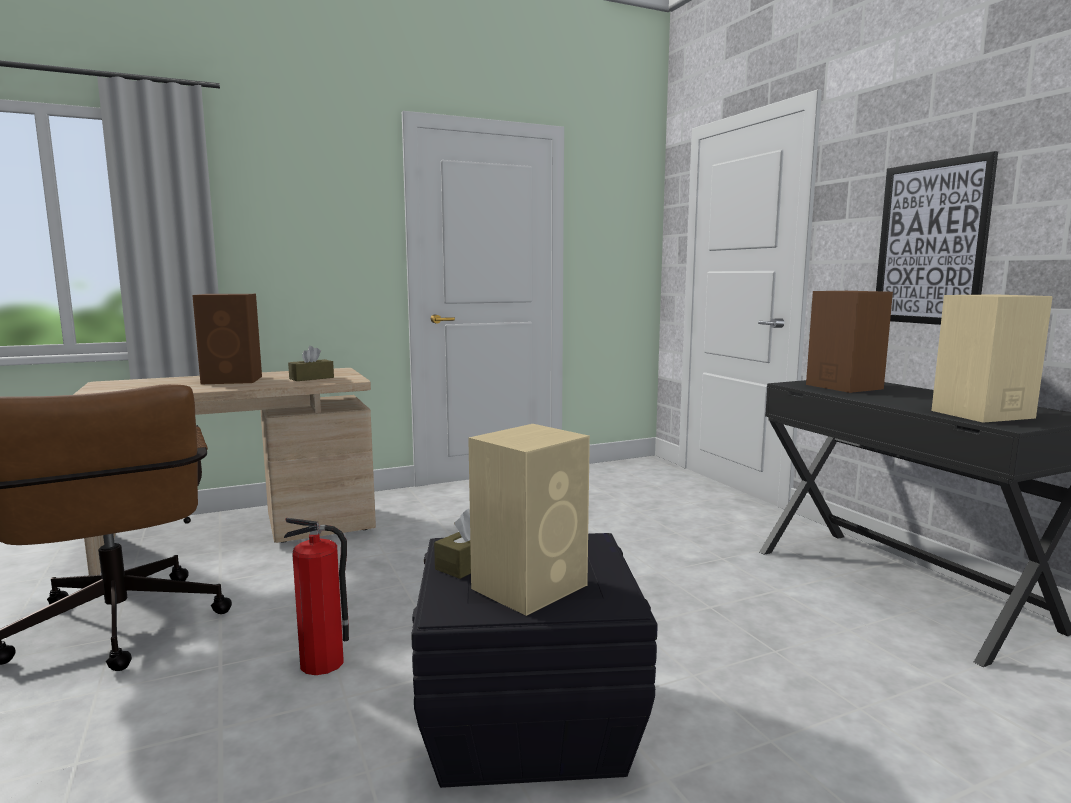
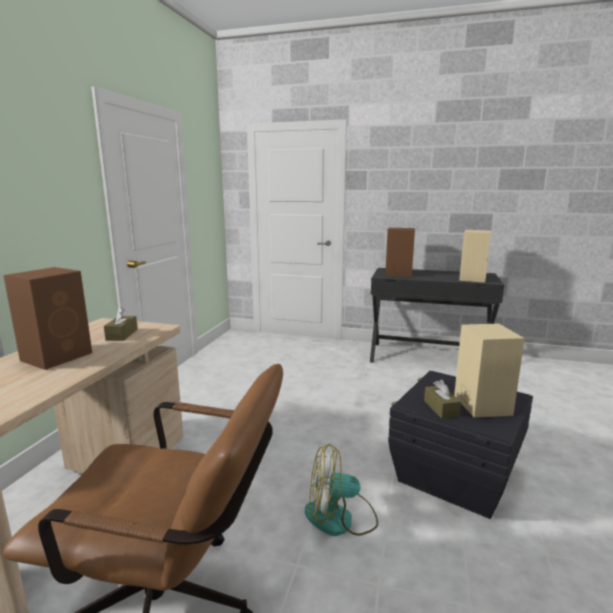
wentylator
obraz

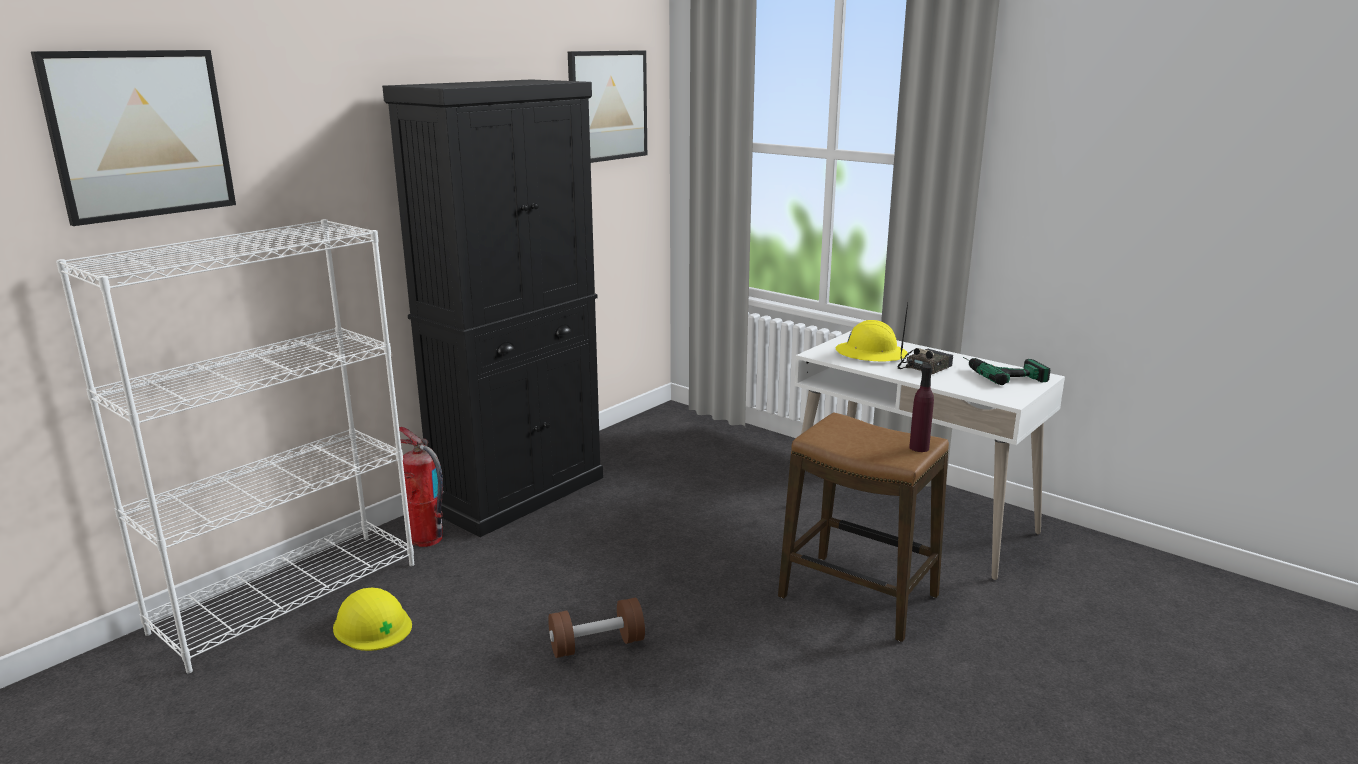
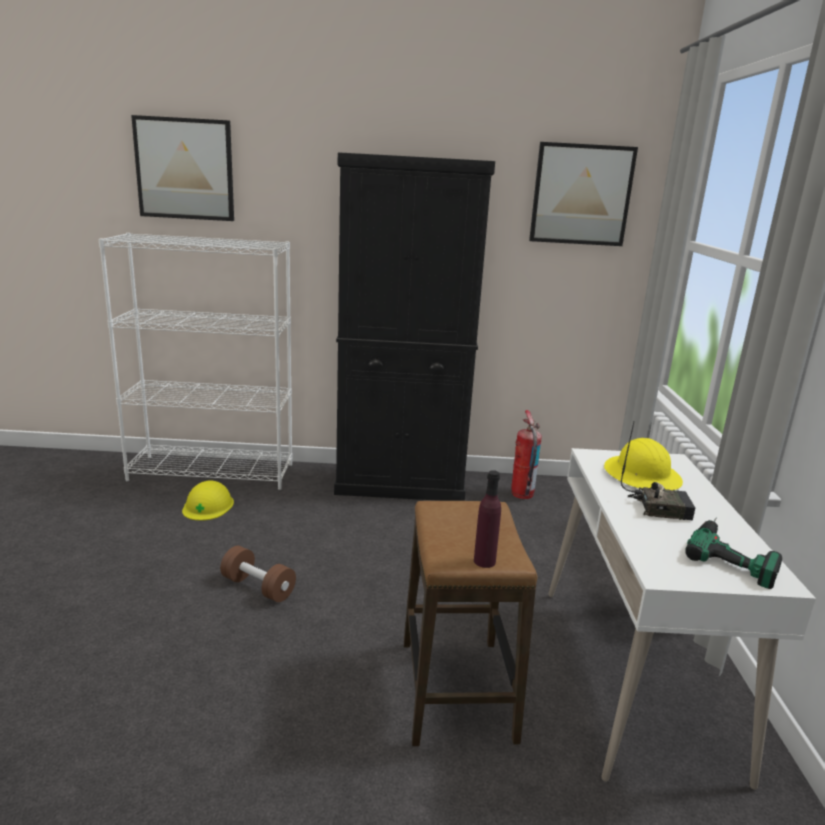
gaśnica

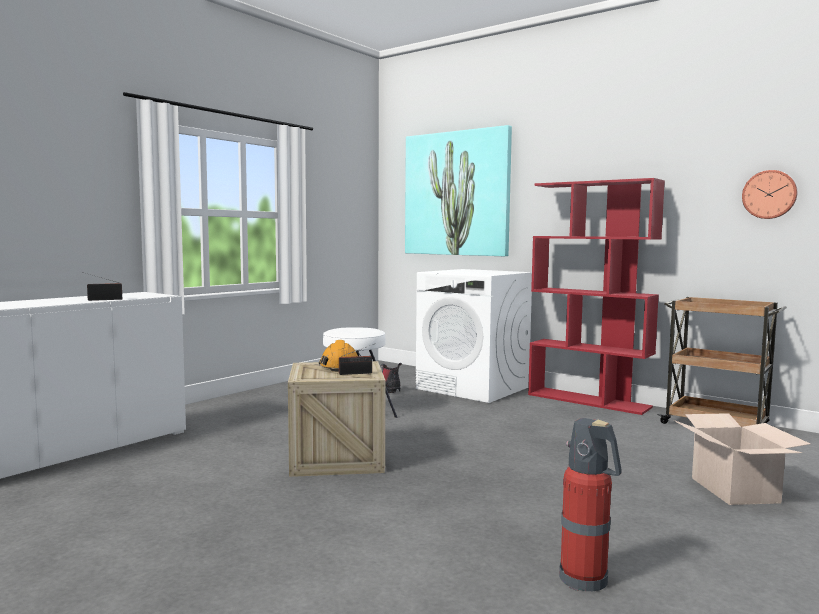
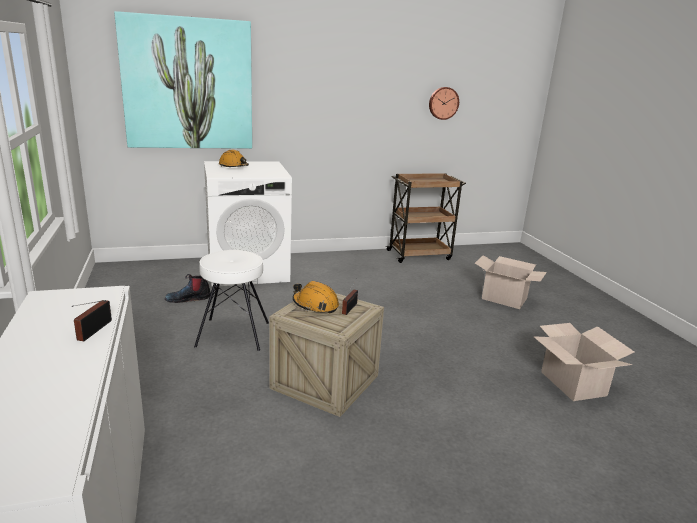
regał (czerwony)
karton (2nd from left)
kask (pomarańczowy) (1st from left)

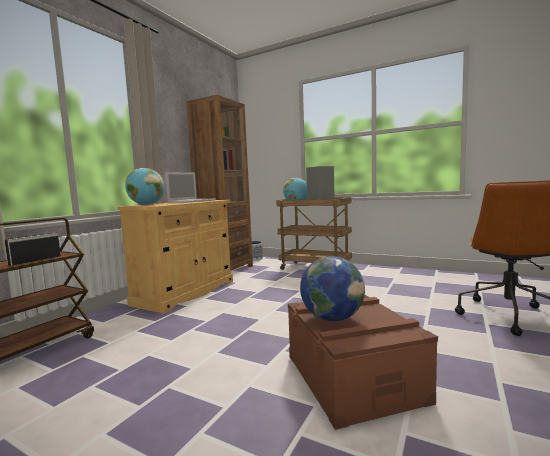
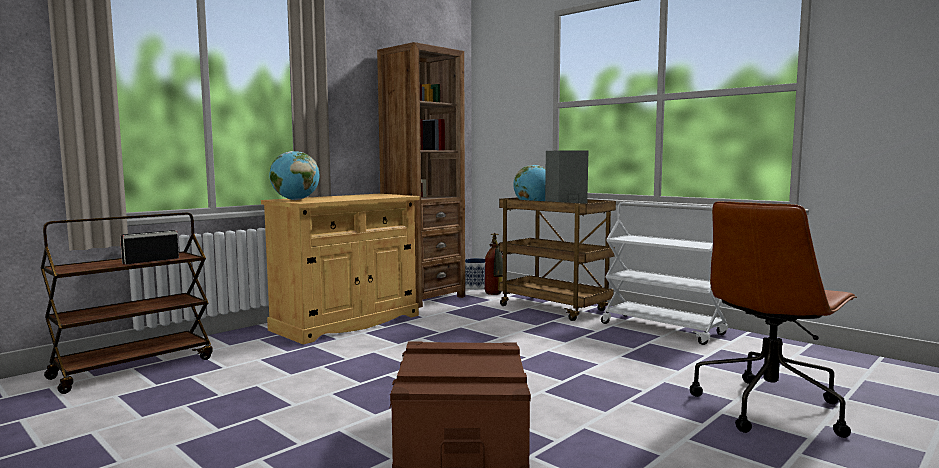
laptop
globus (3rd from left in the first image)
gaśnica
wózek (biały)

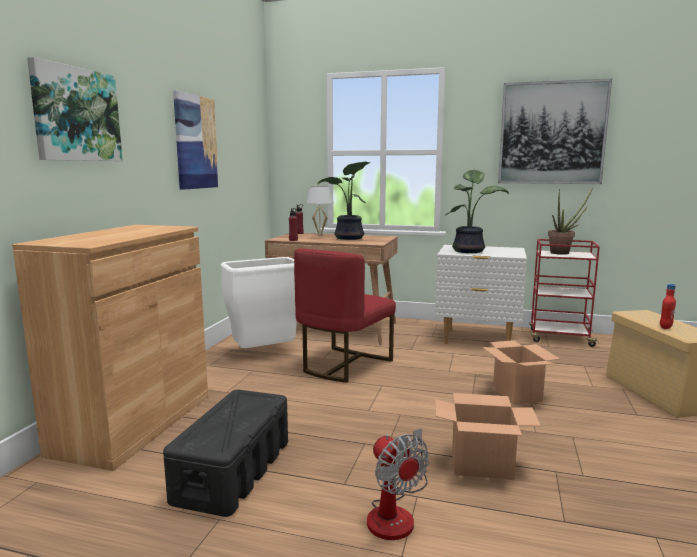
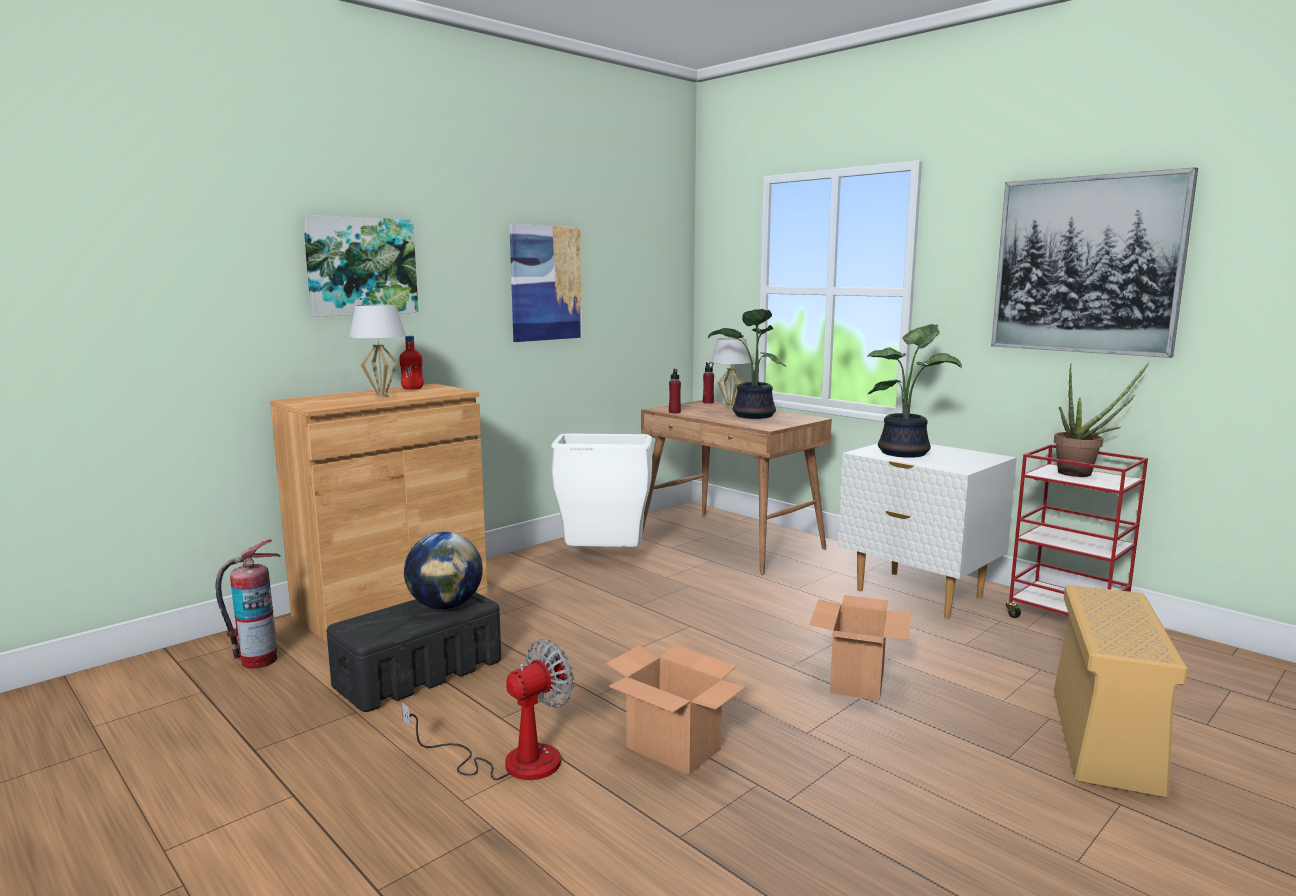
krzesło (czerwony)
wentylator
butelka (czerwony) (1st from left)
gaśnica
lampa stołowa (biały) (1st from left)
globus

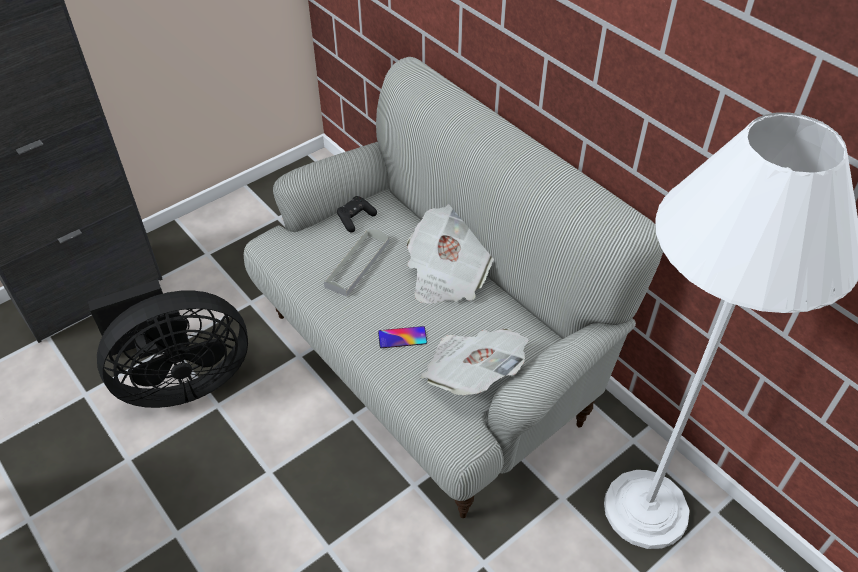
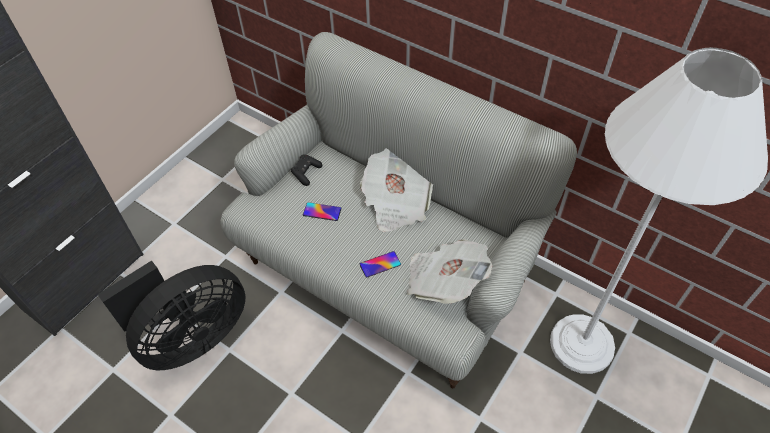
telefon (1st from left)

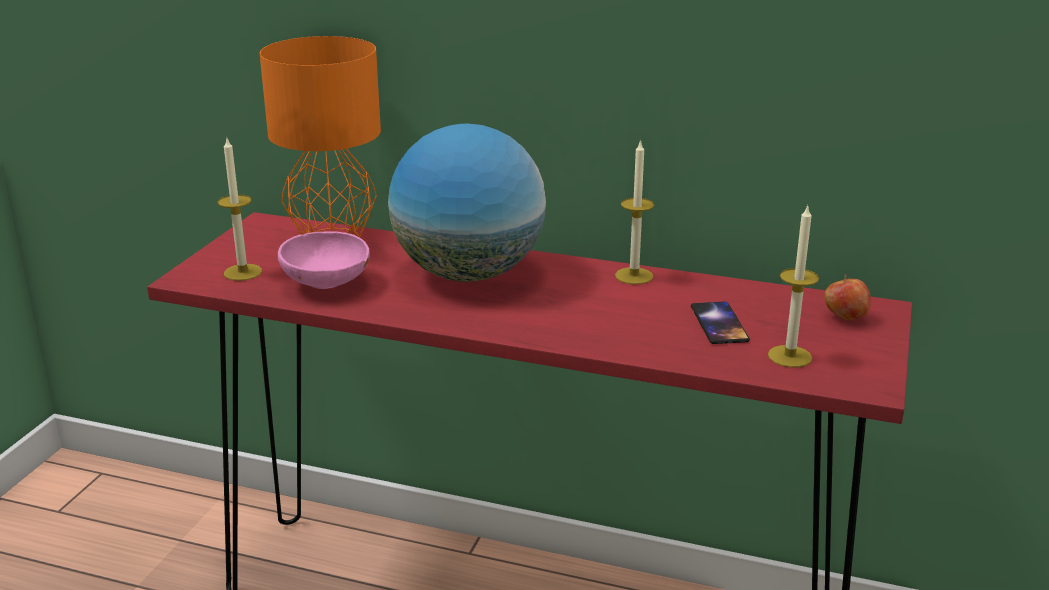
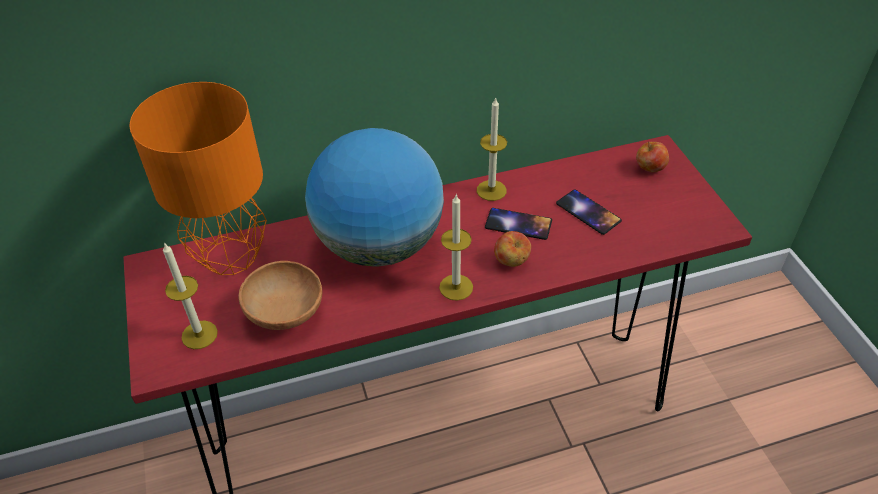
miska (brązowy)
świeca (2nd from left)
telefon (1st from left)
jabłko (1st from left)

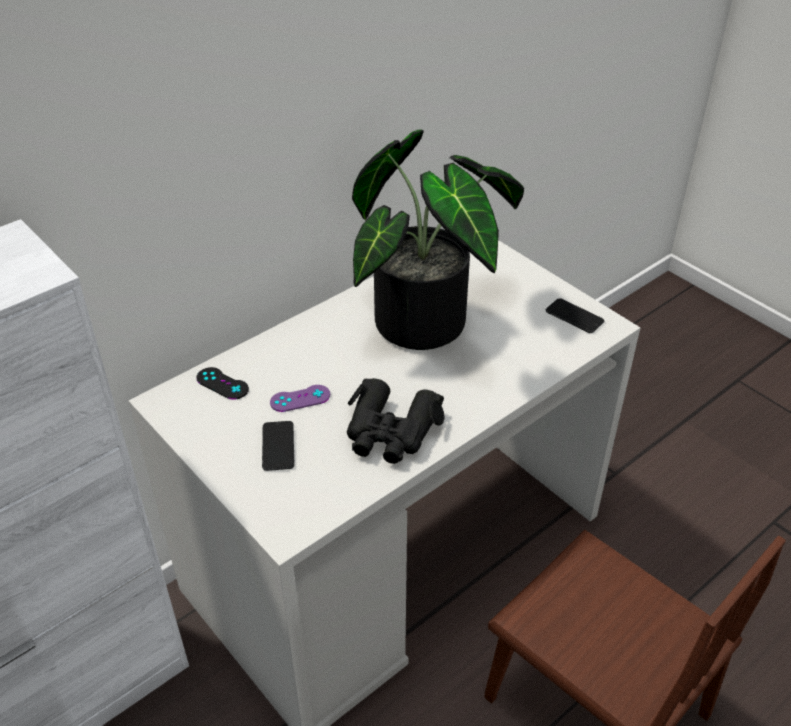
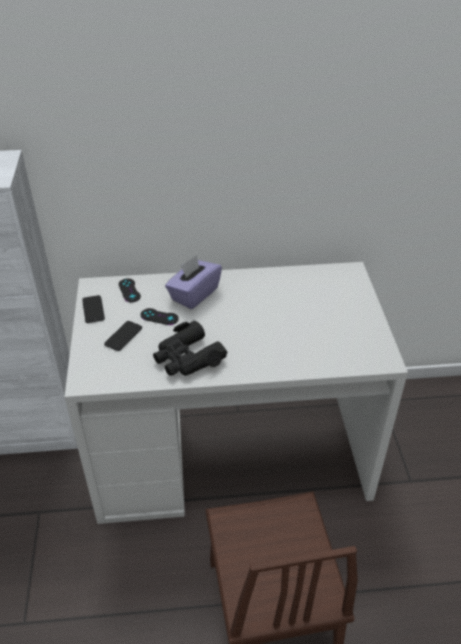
pad do gier (czarny) (2nd from left)
roślina doniczkowa
telefon (1st from left)
pudełko chusteczek (fioletowy)

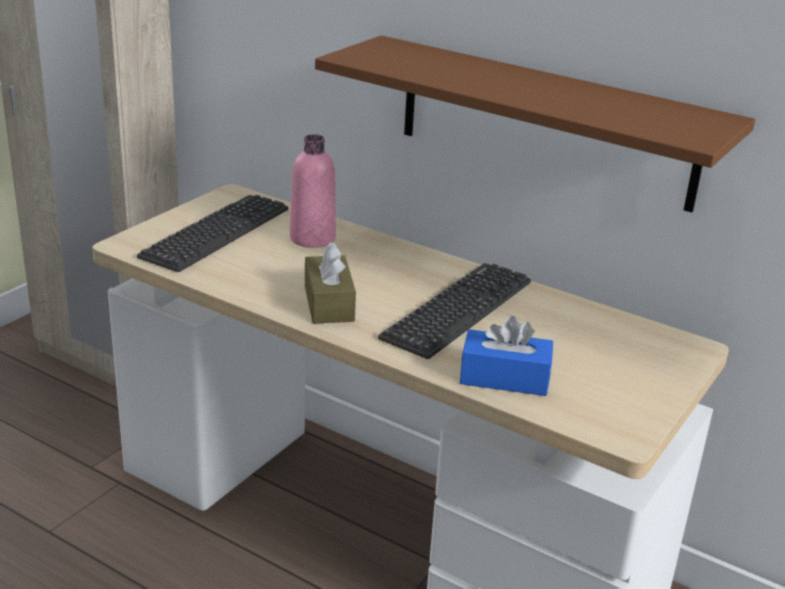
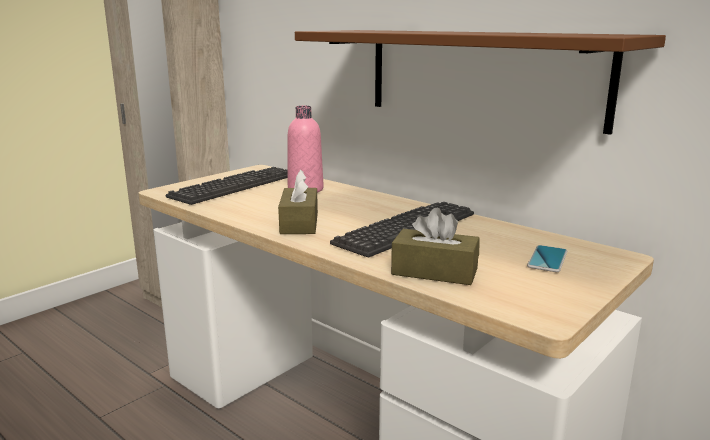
pudełko chusteczek (brązowy) (2nd from left)
telefon

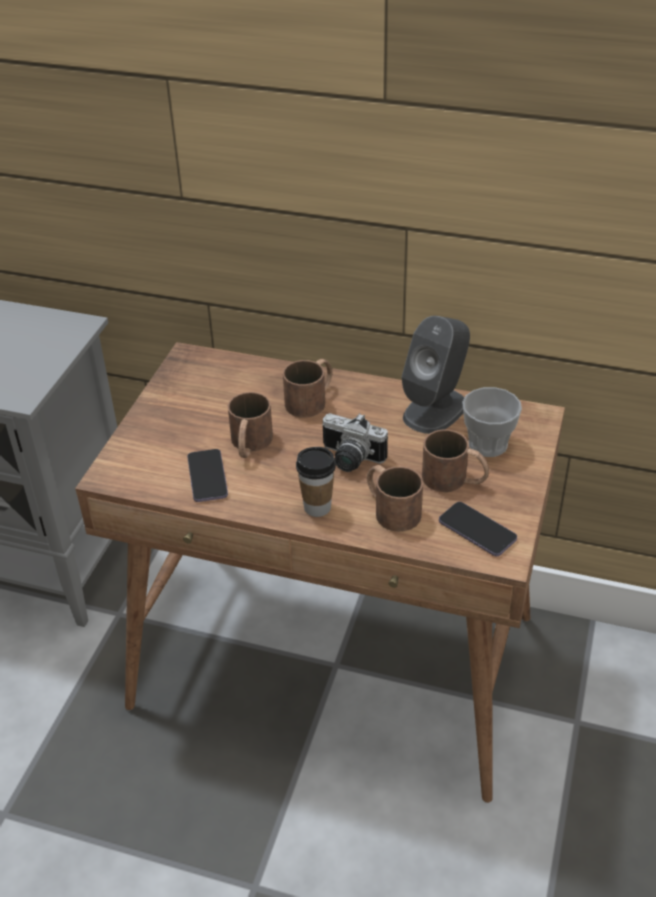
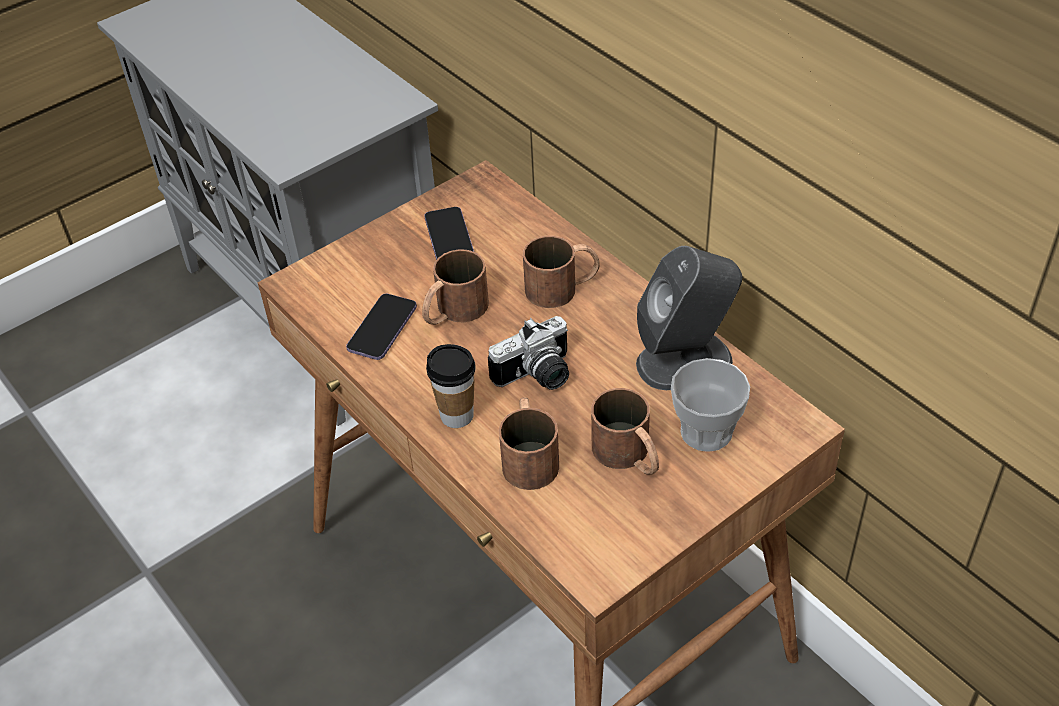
aparat fotograficzny
telefon (2nd from left)

